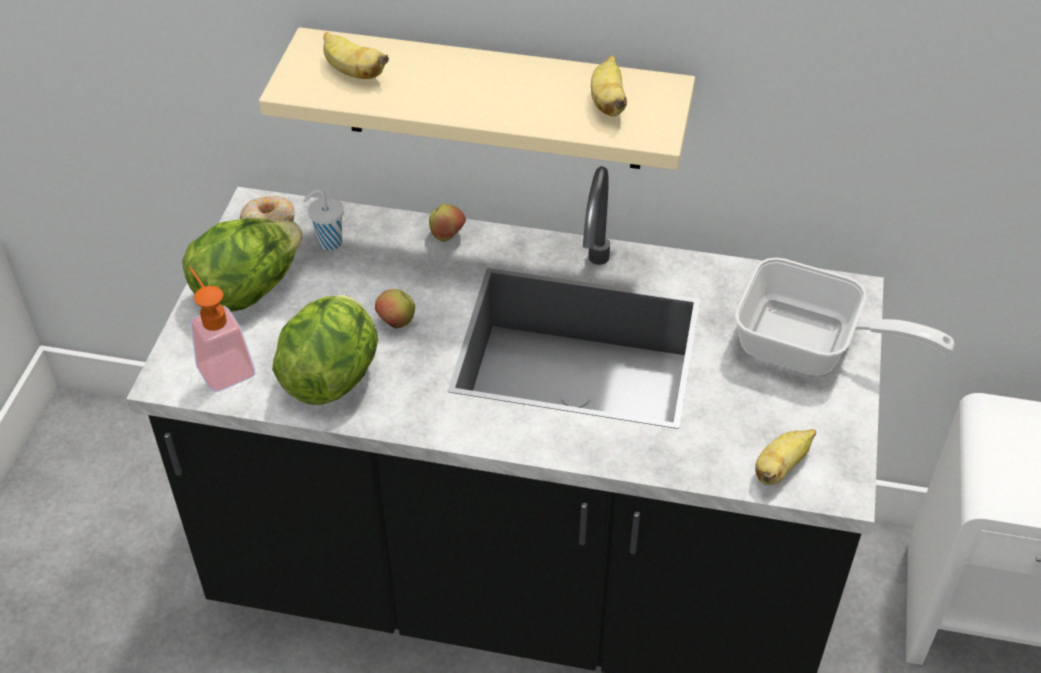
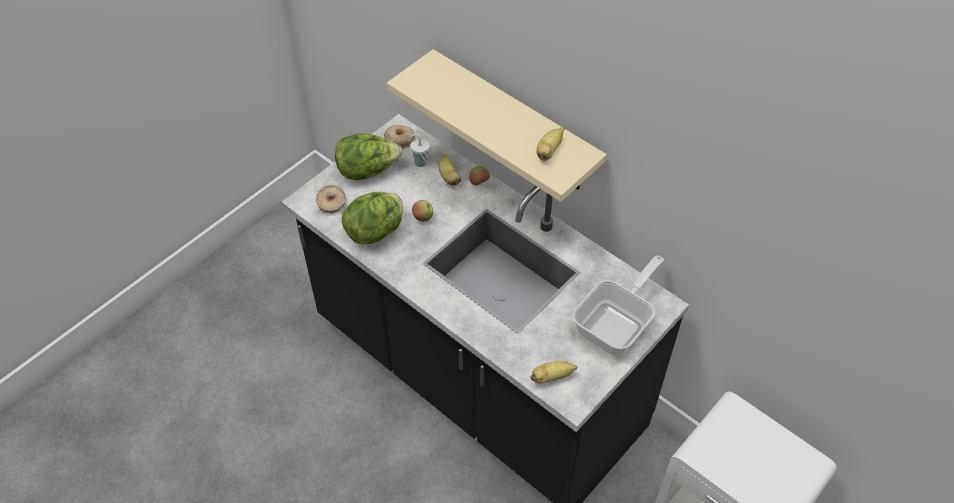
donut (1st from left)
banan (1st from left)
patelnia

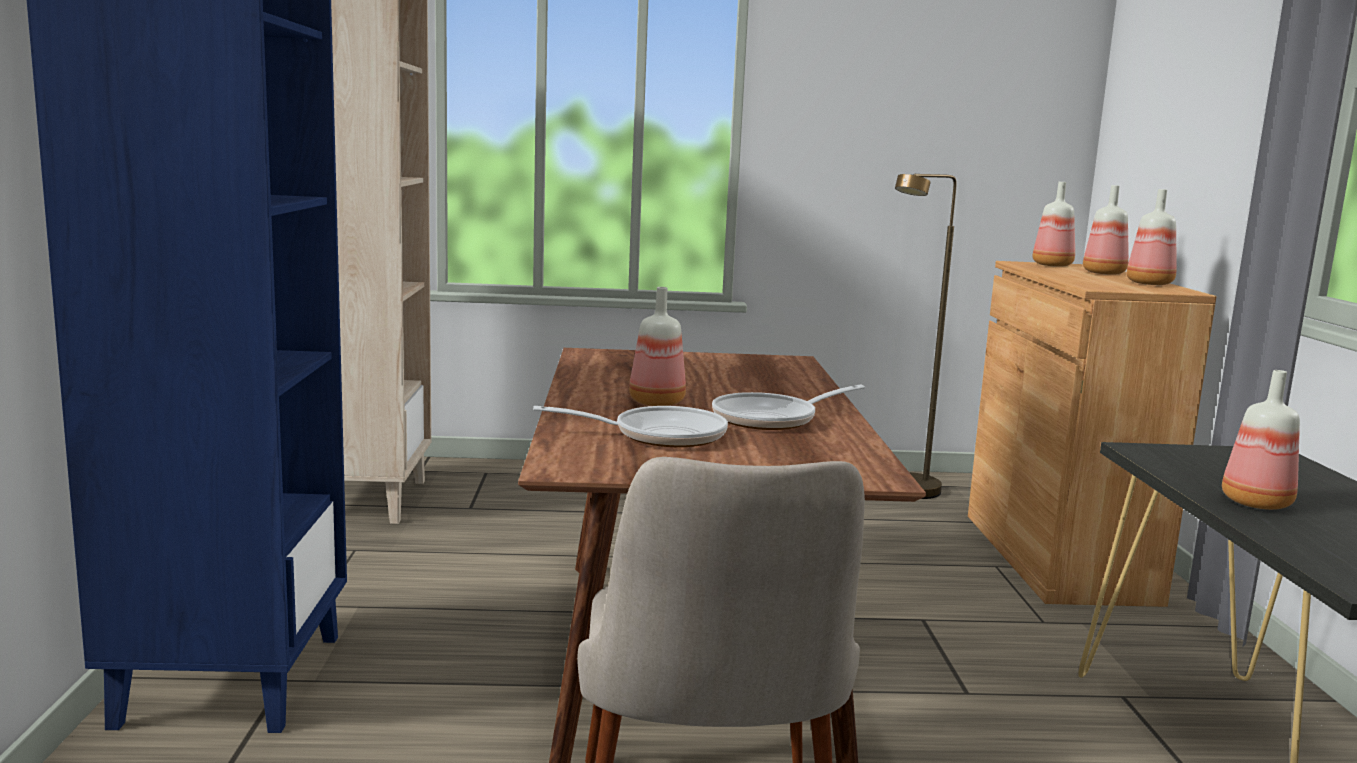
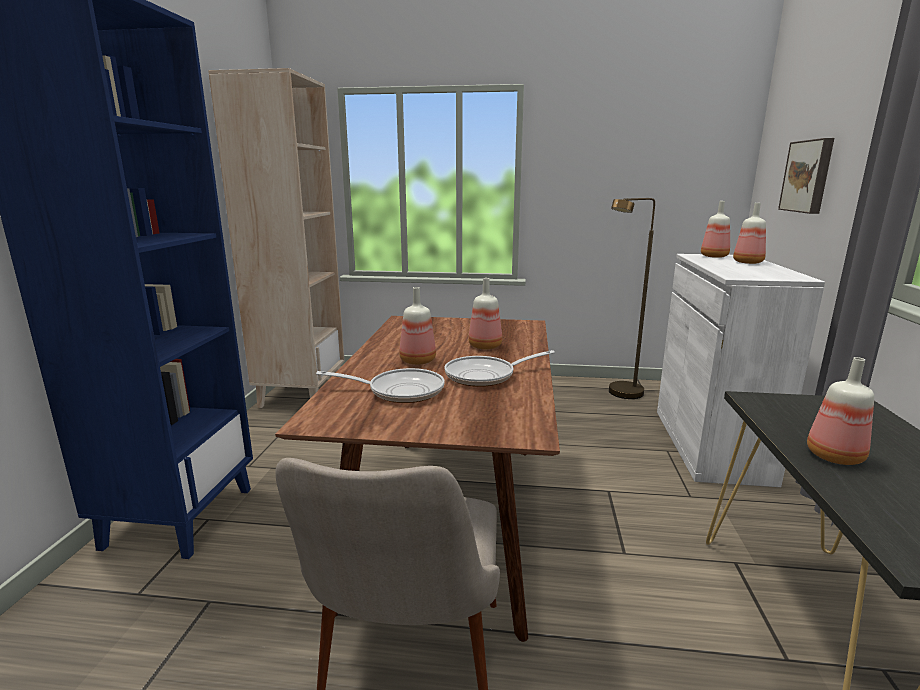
szafka (biały)
butelka (2nd from left)
obraz

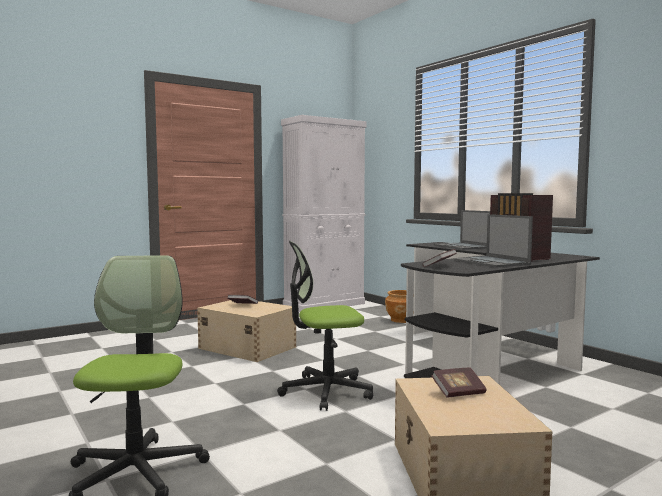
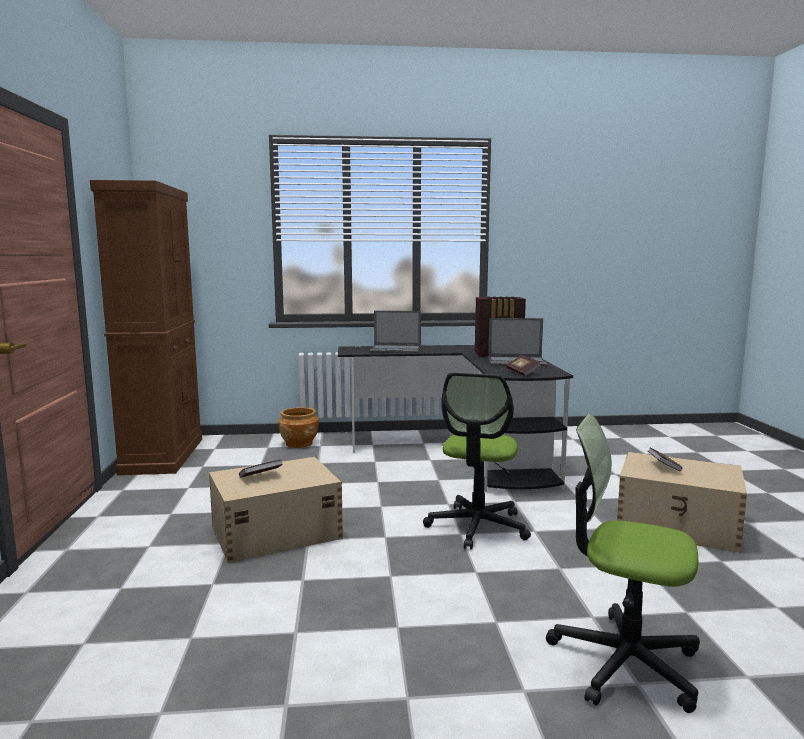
szafka (brązowy)

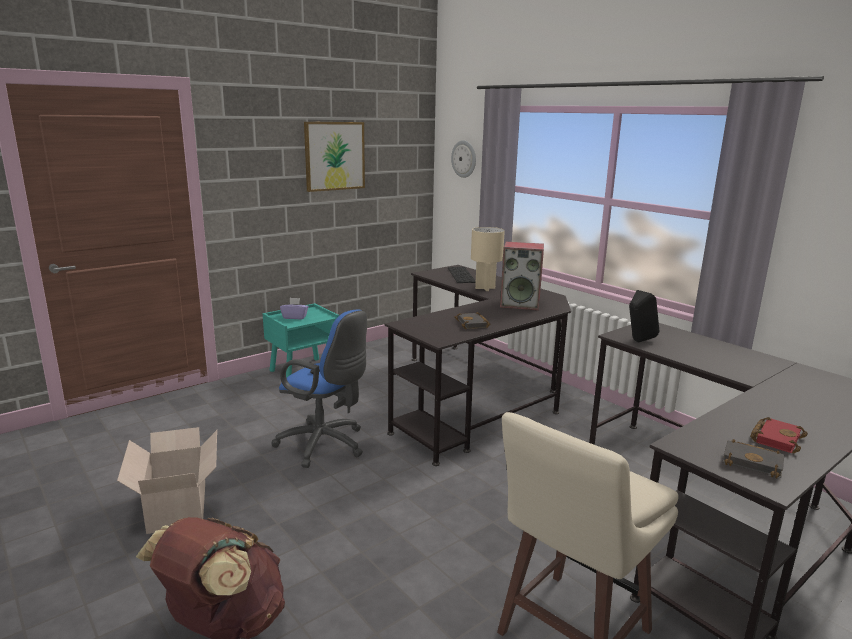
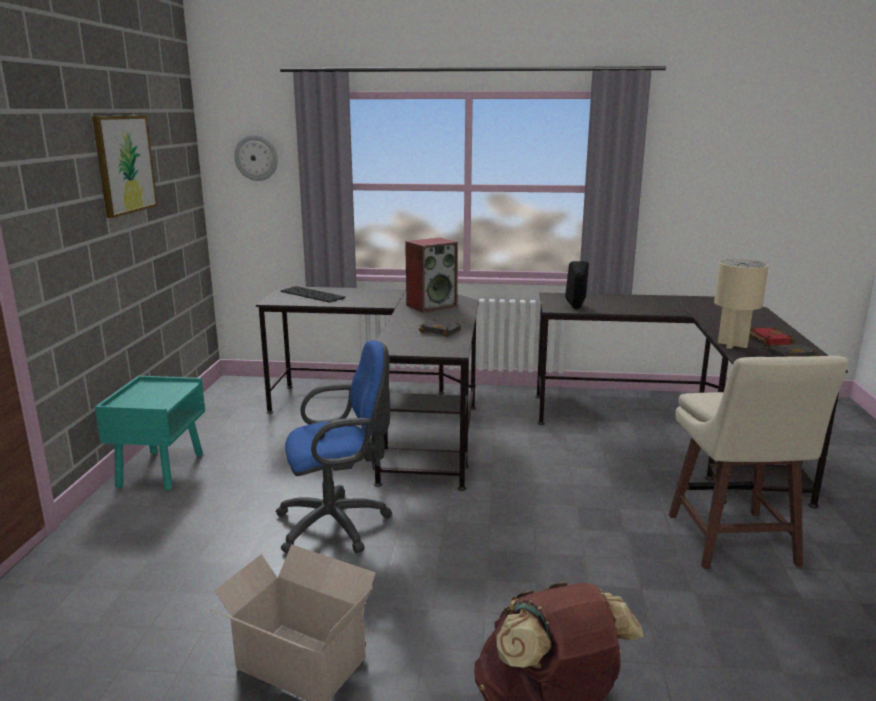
pudełko chusteczek (fioletowy)
lampa stołowa (beżowy)

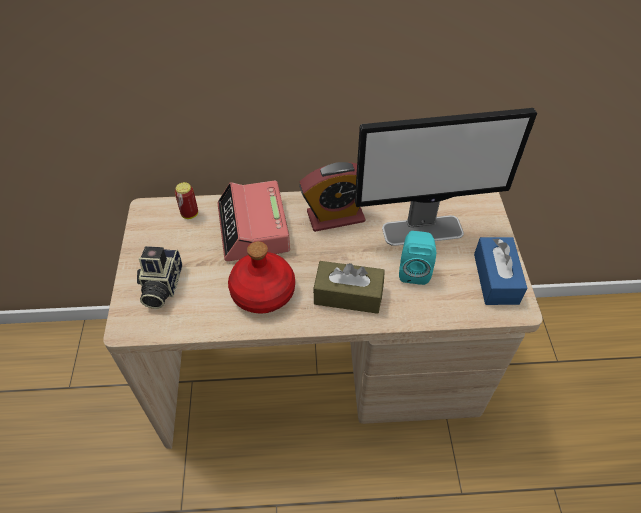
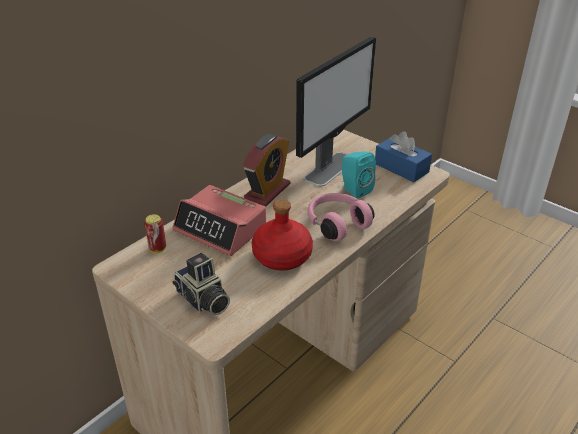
słuchawki (różowy)

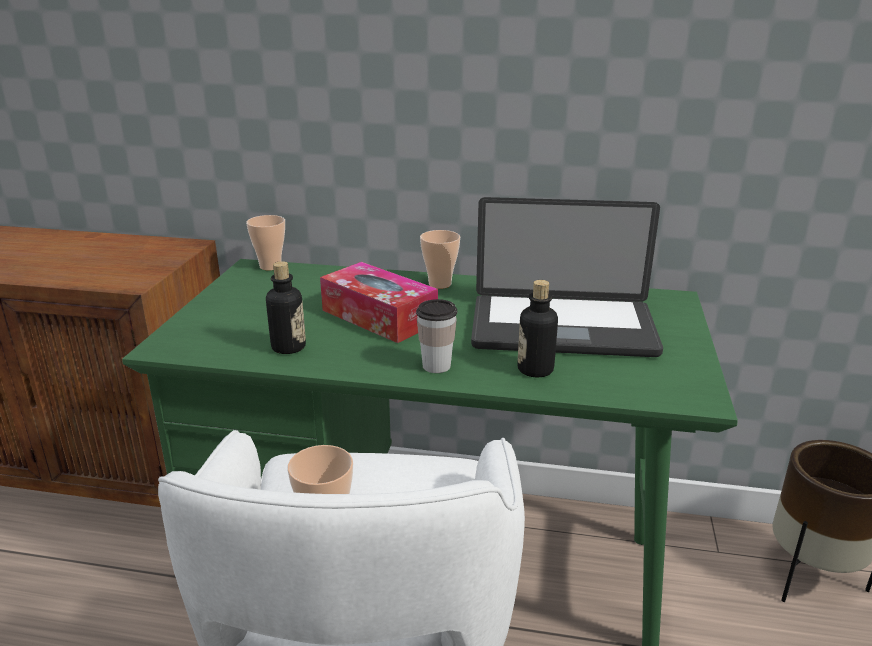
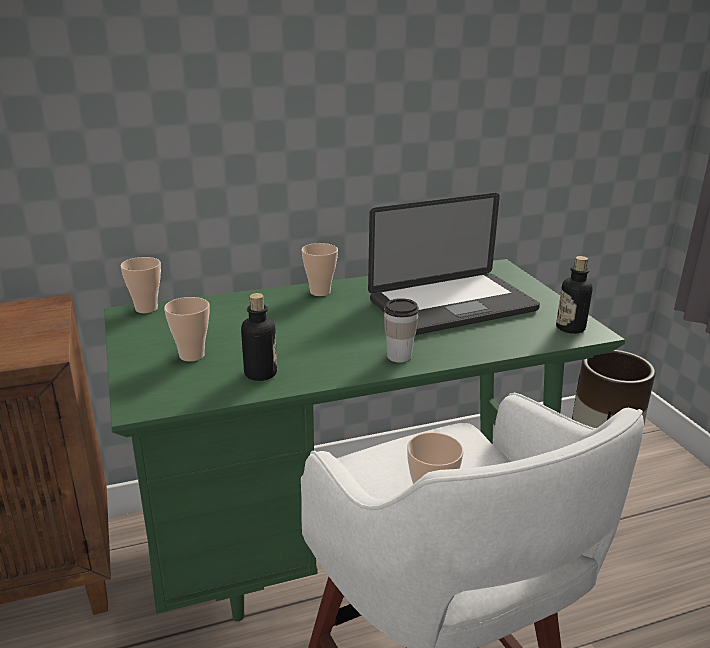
pudełko chusteczek
butelka (2nd from left)
filiżanka (2nd from left)

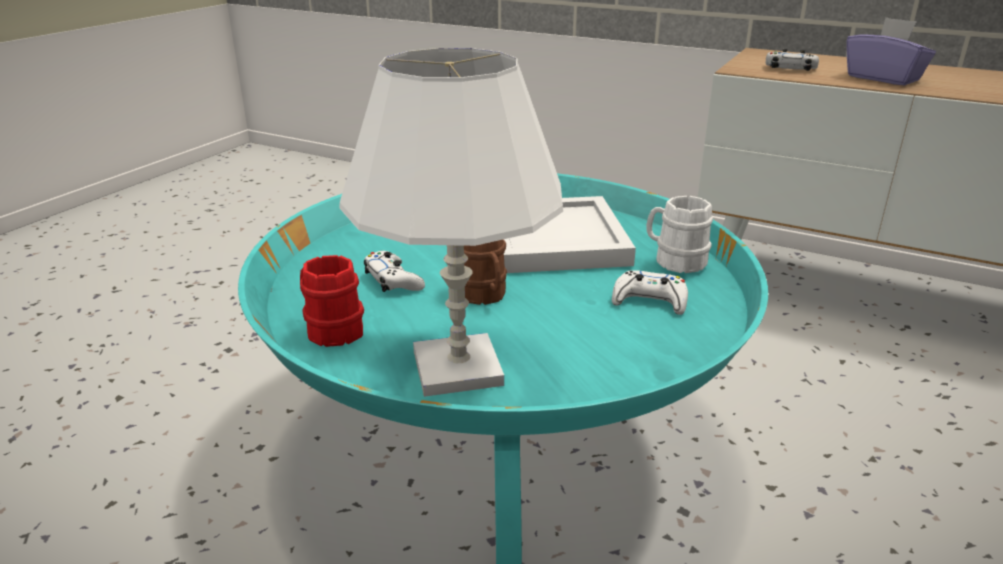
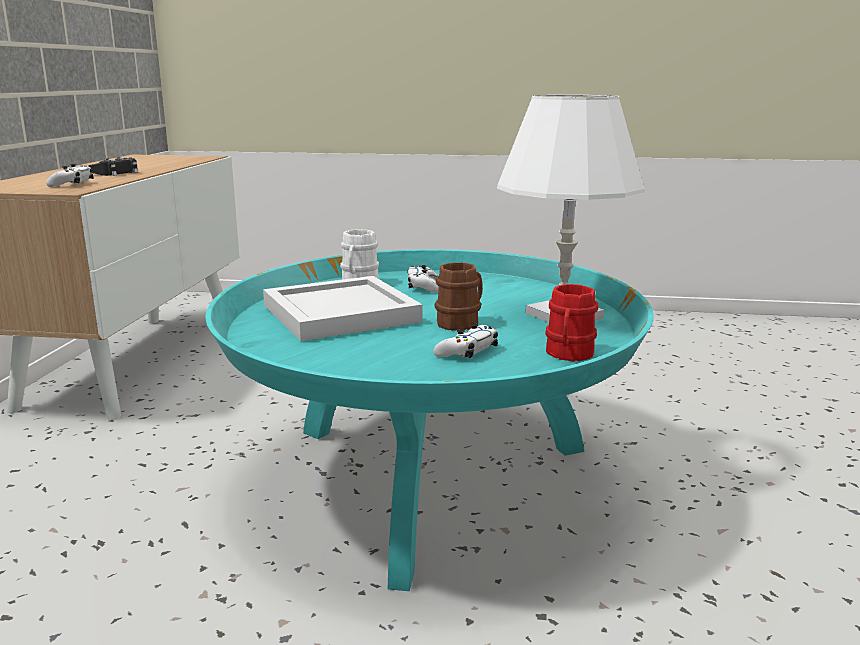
pad do gier (czarny)

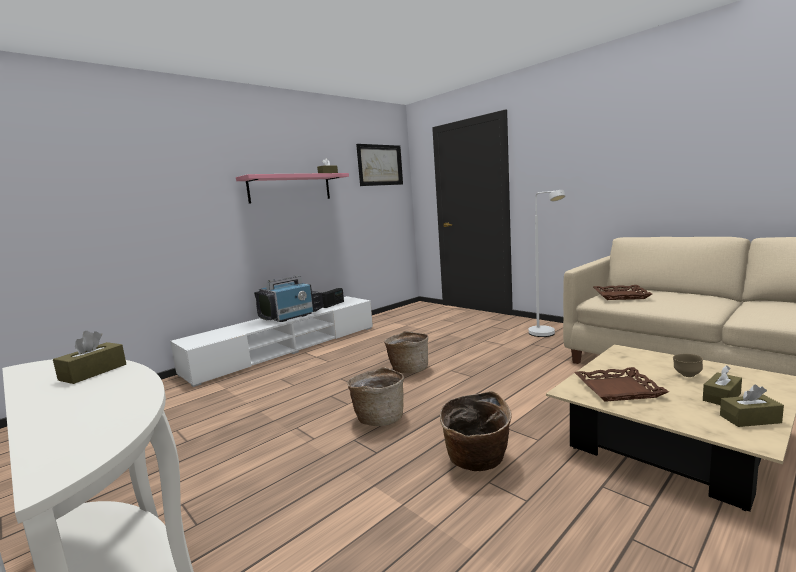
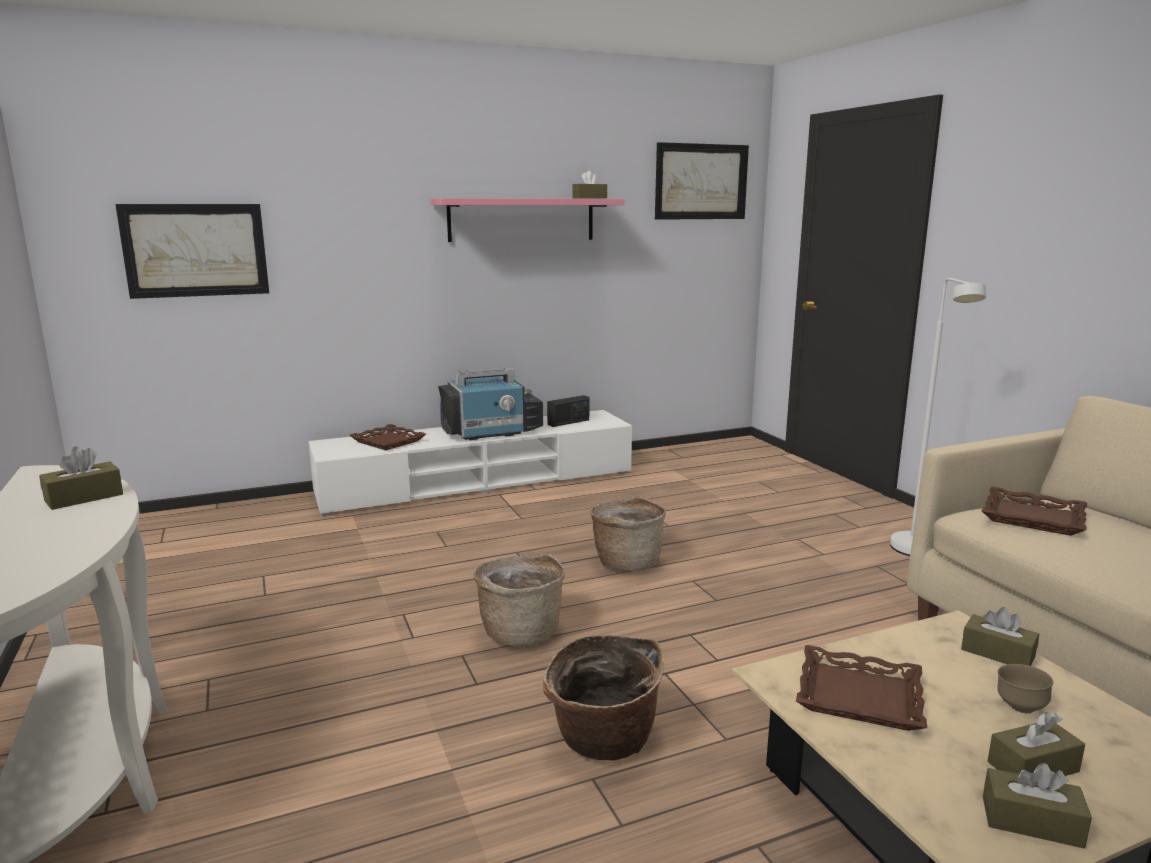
obraz (1st from left)
taca (brązowy) (1st from left)
pudełko chusteczek (brązowy) (3rd from left)

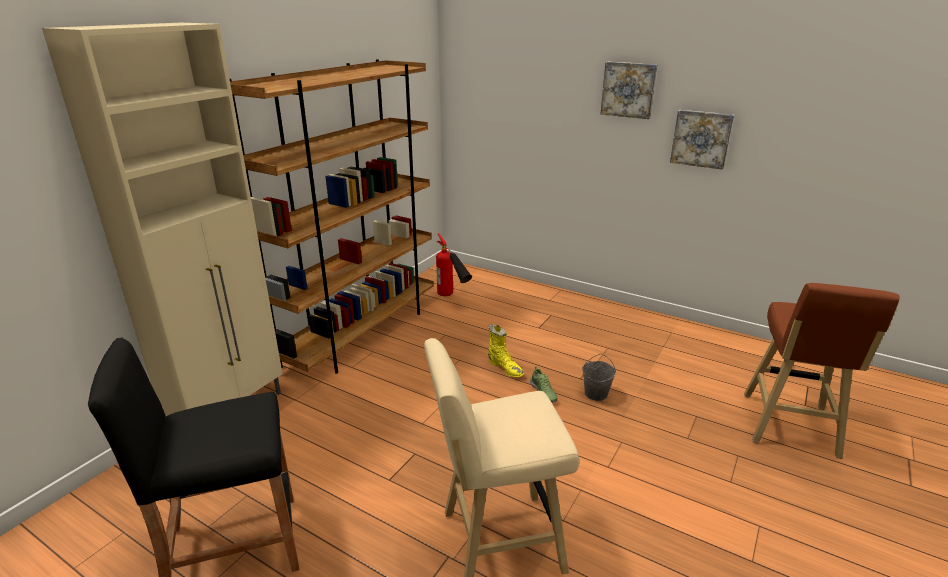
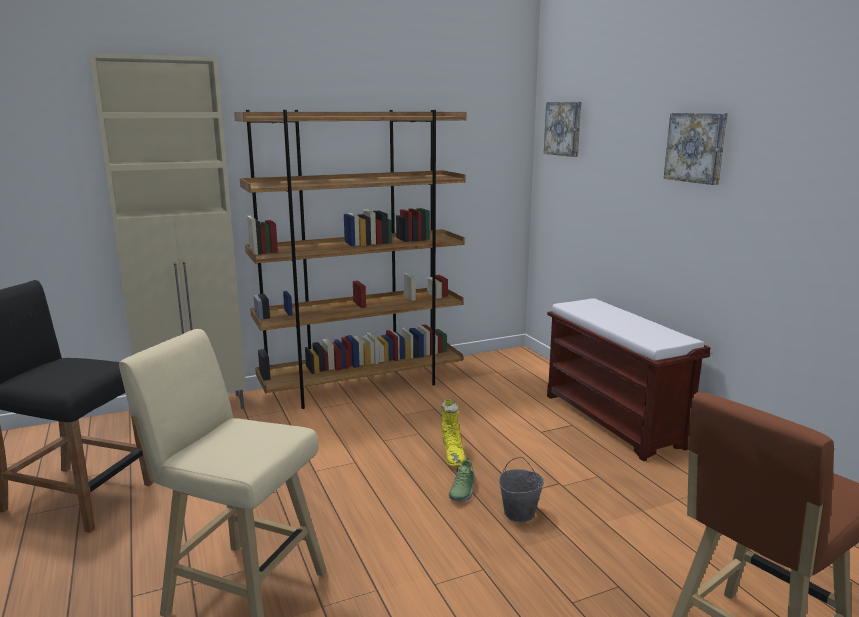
gaśnica
obraz (1st from left)
ławka (brązowy)

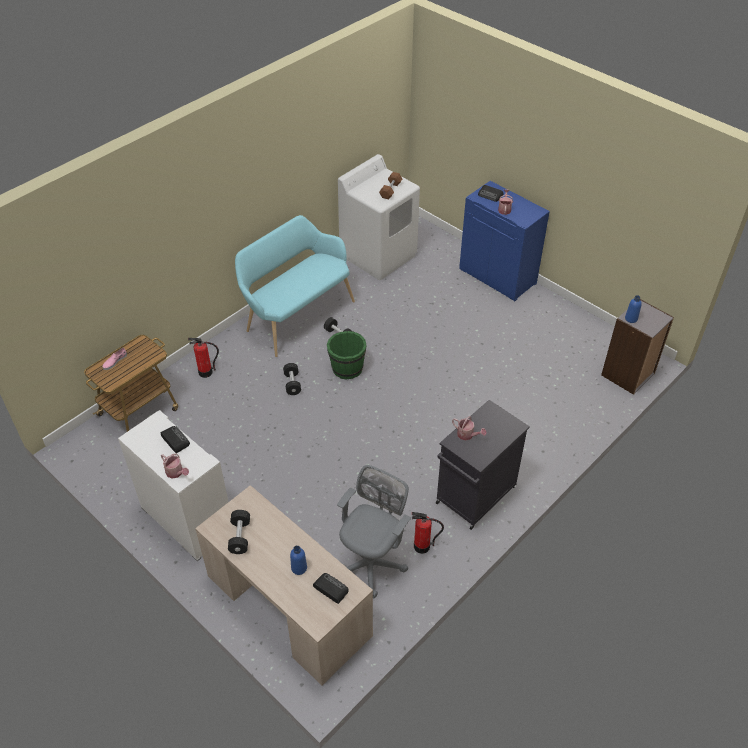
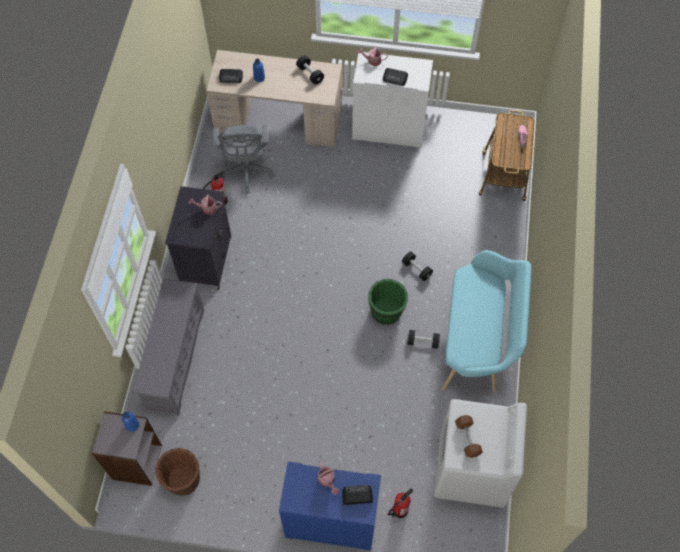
gaśnica (2nd from left)
regał na buty (szary)
wiadro (brązowy)

